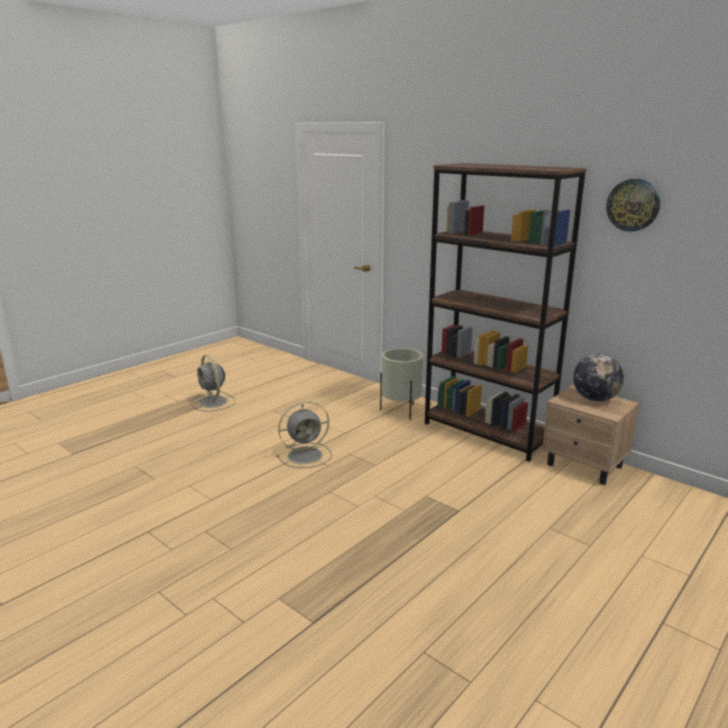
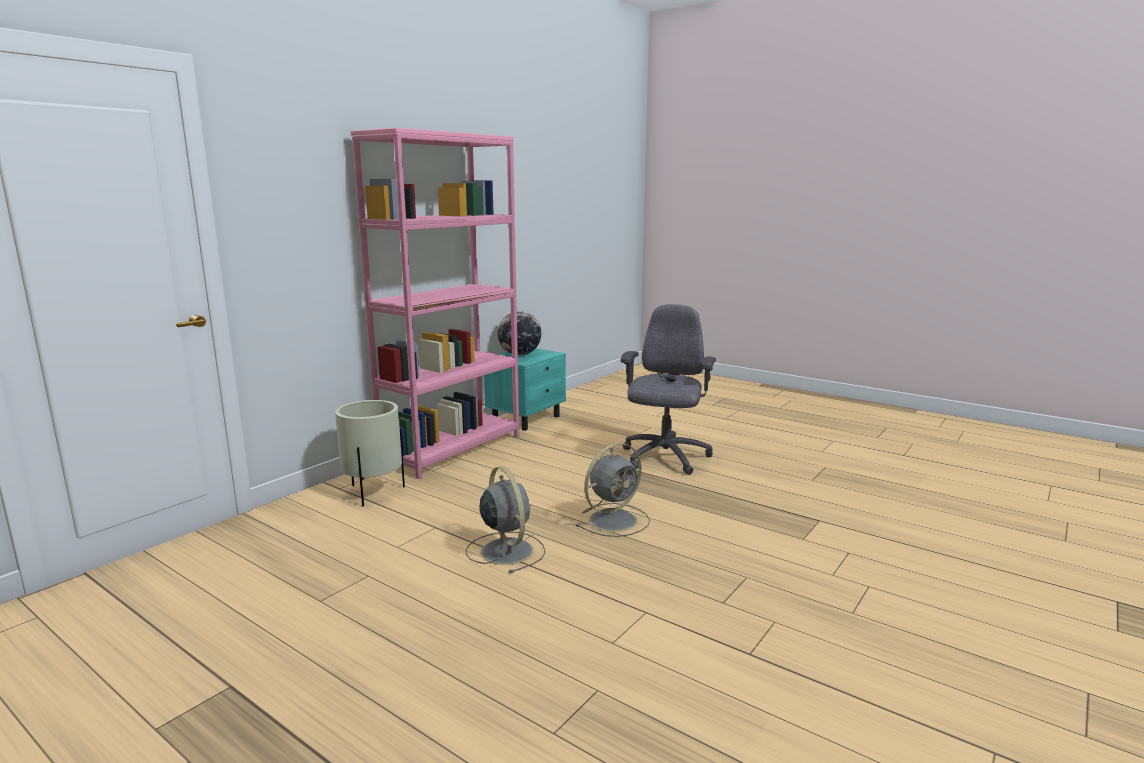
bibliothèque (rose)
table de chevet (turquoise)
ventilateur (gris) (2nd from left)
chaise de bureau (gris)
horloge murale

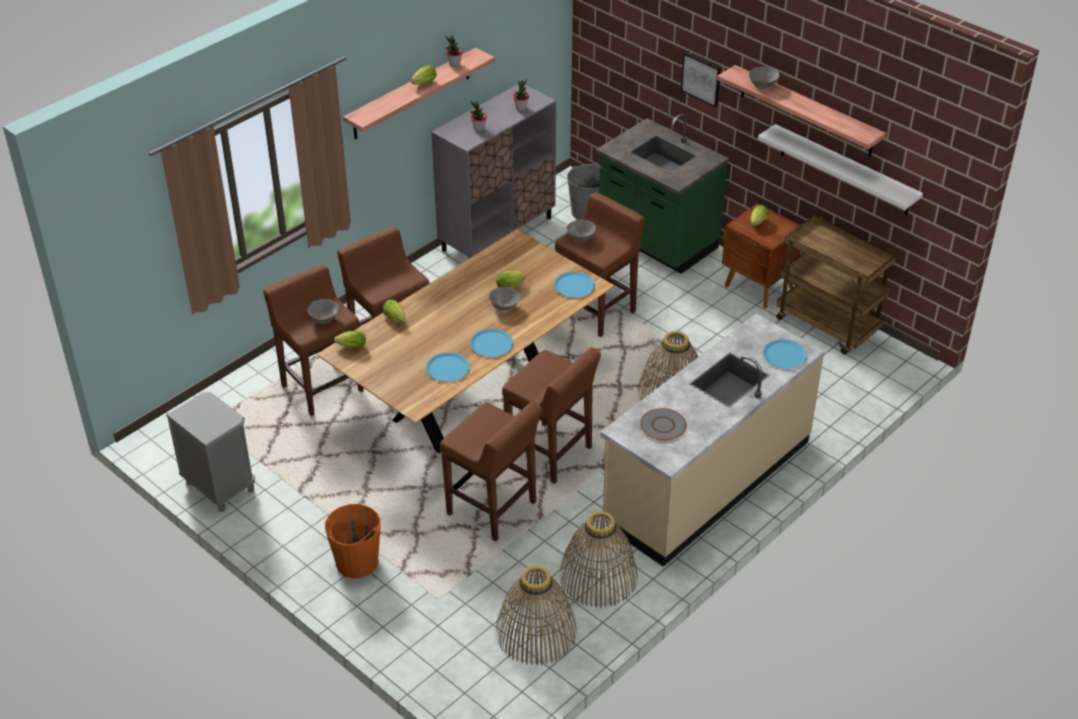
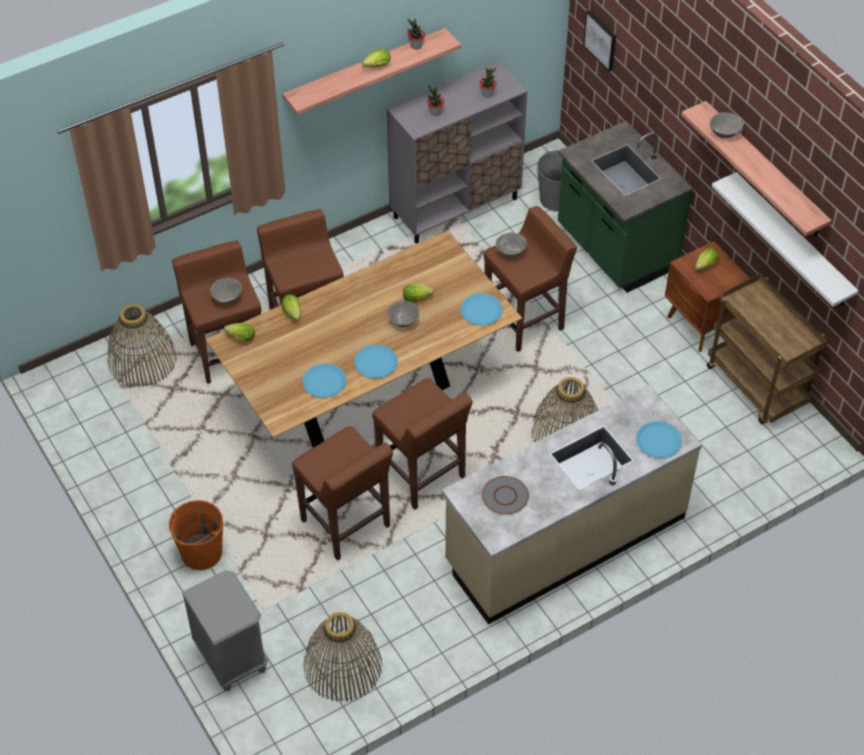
panier (1st from left)
table de chevet (gris)
tableau

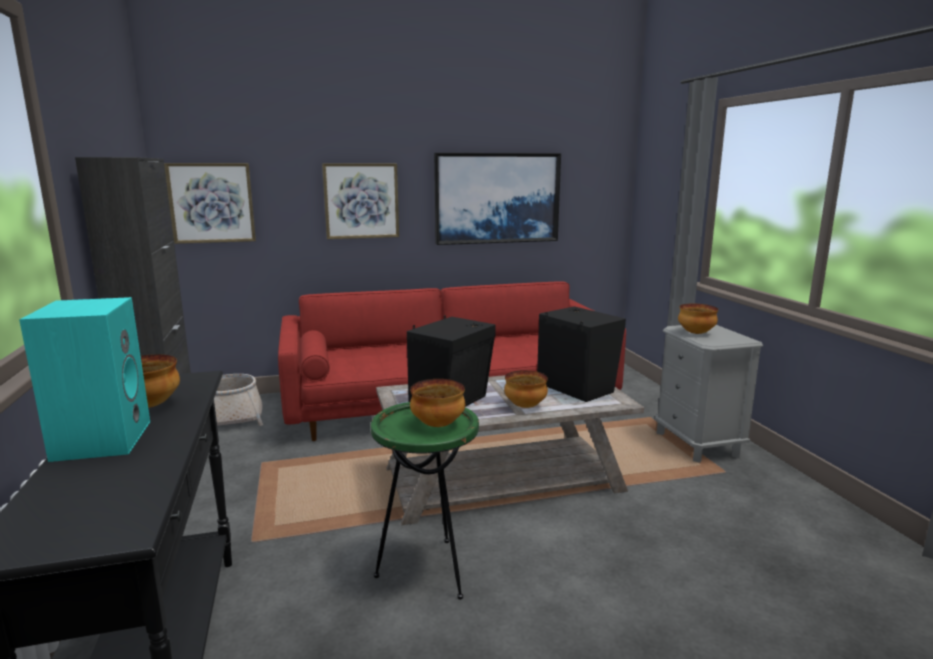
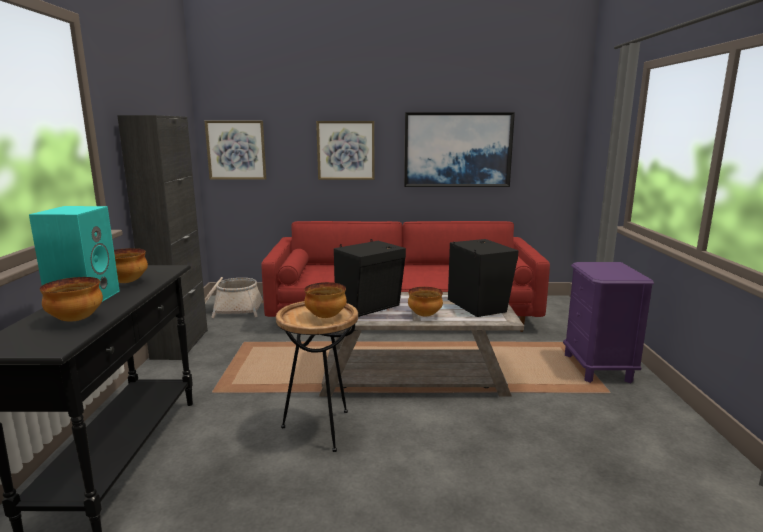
bol (1st from left)
table d'appoint (marron)
table de chevet (violet)

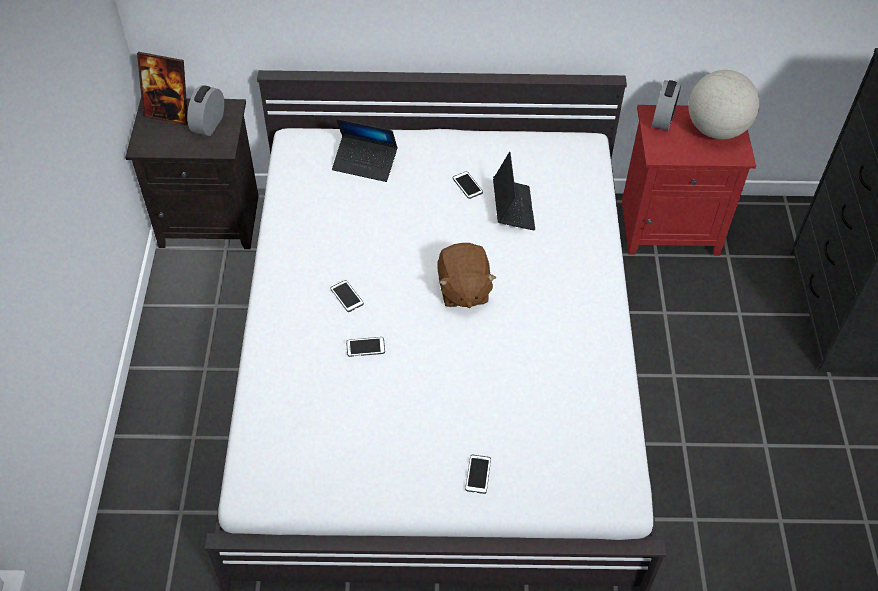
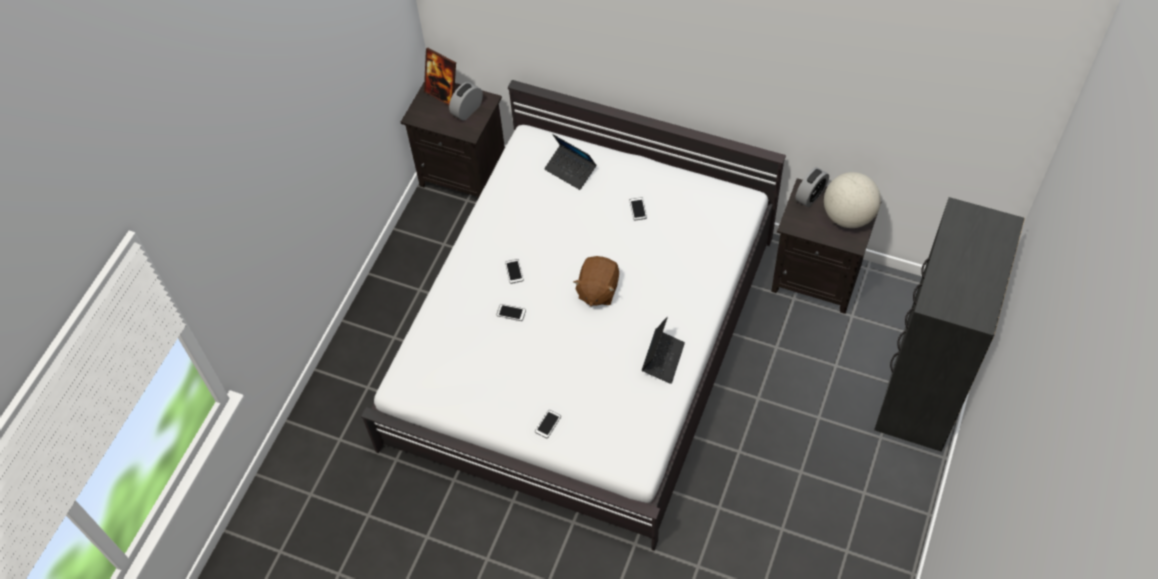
ordinateur portable (2nd from left)
table de chevet (noir) (2nd from left)

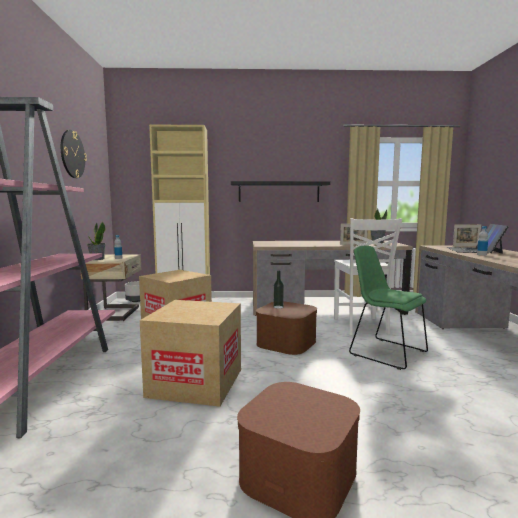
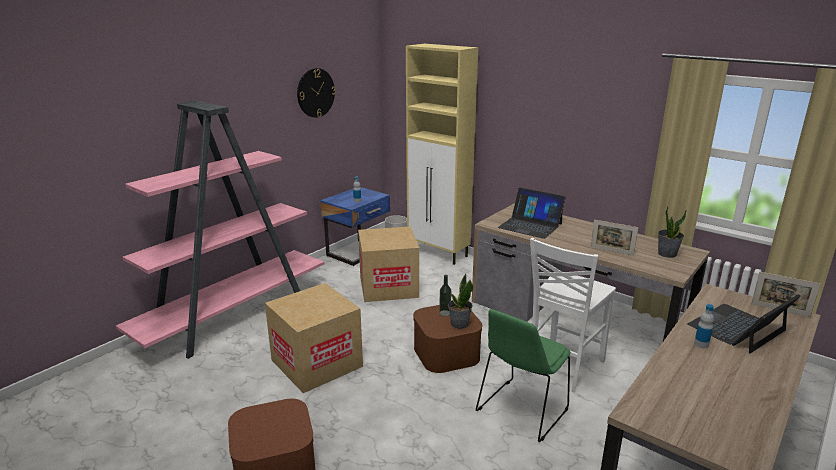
table de chevet (bleu)
plante en pot (1st from left)
chaise (vert)
ordinateur portable (1st from left)
étagère (noir)

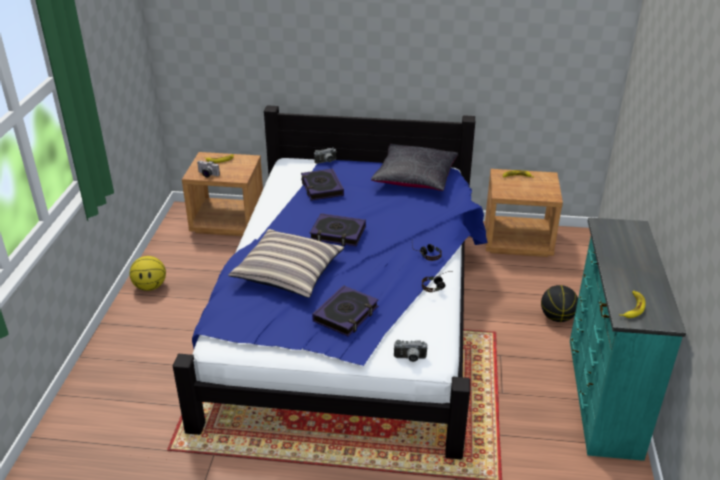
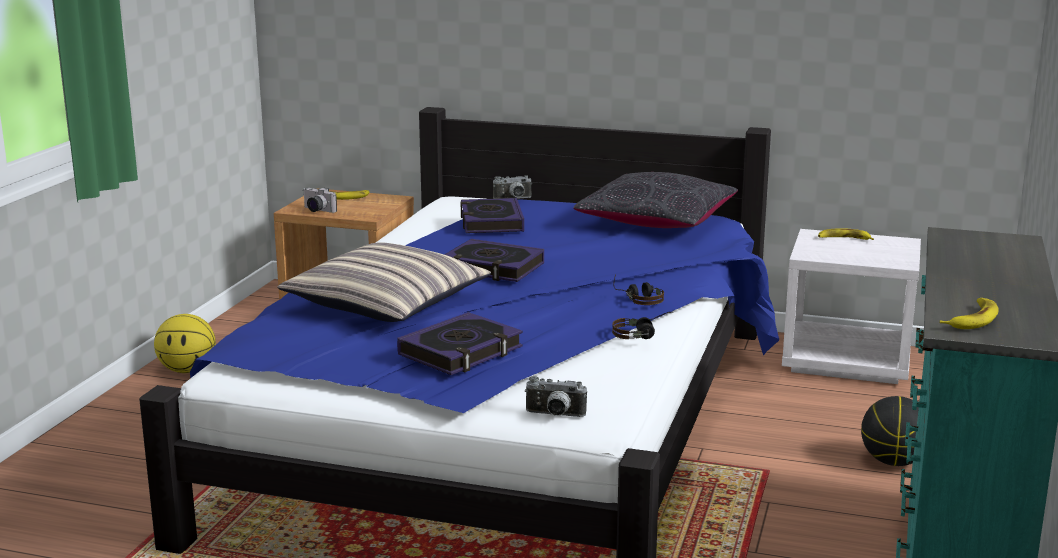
table de chevet (blanc)

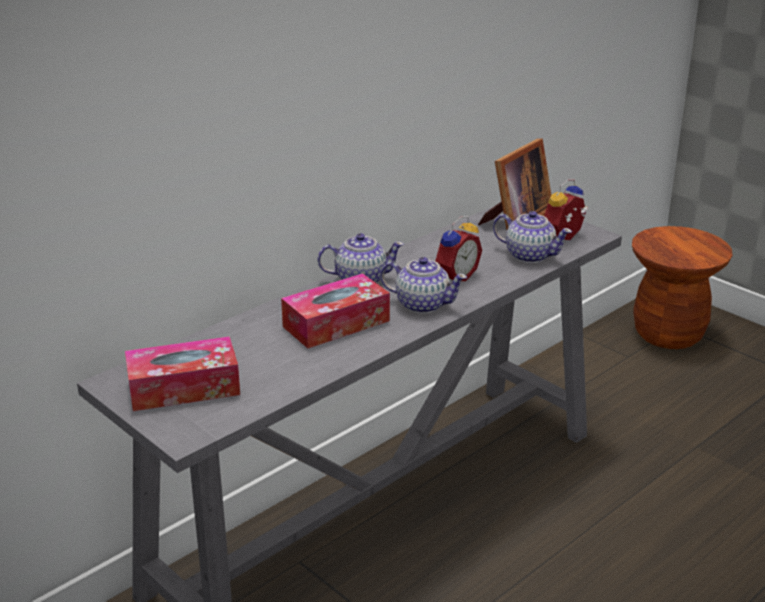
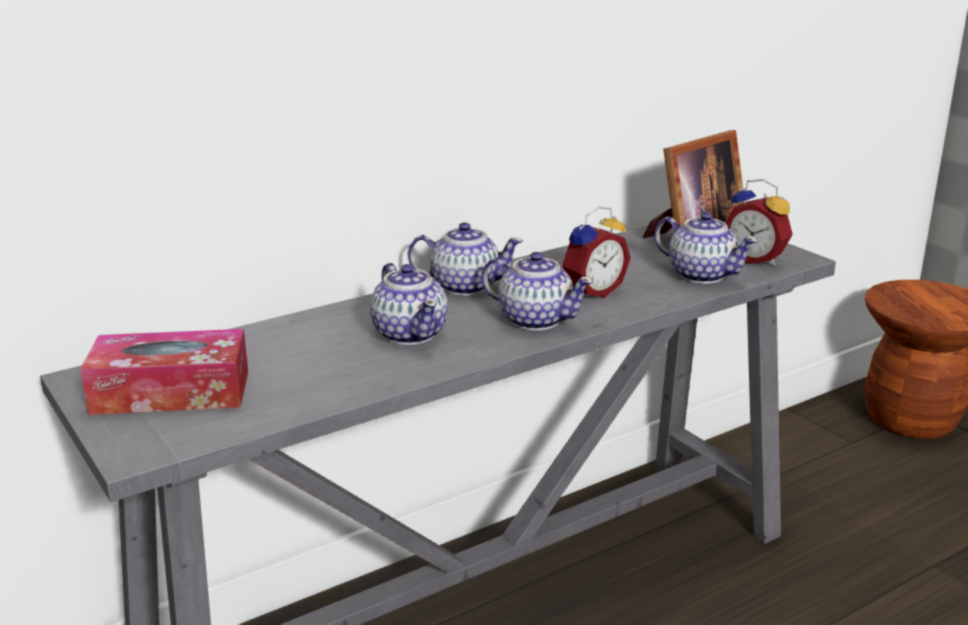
théière (1st from left)
réveil (2nd from left)

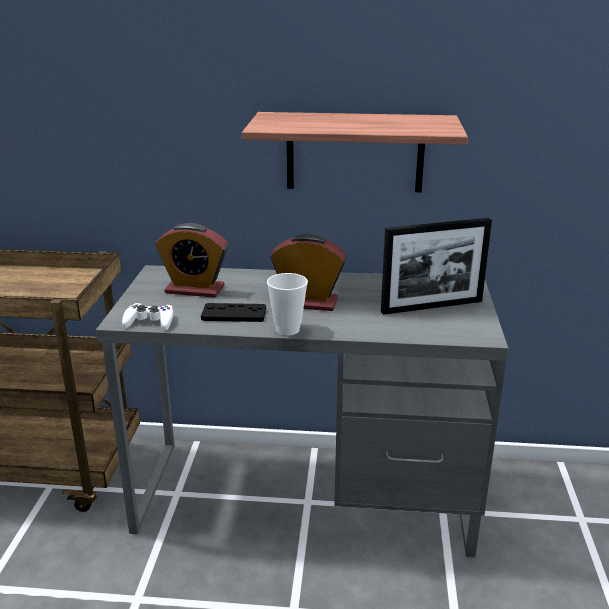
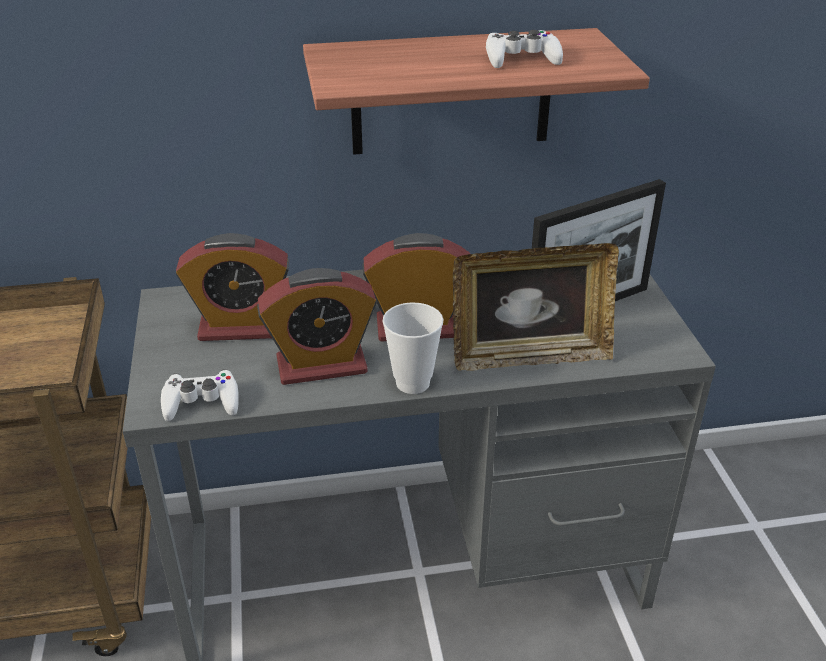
réveil (2nd from left)
cadre photo (1st from left)
manette (blanc) (2nd from left)

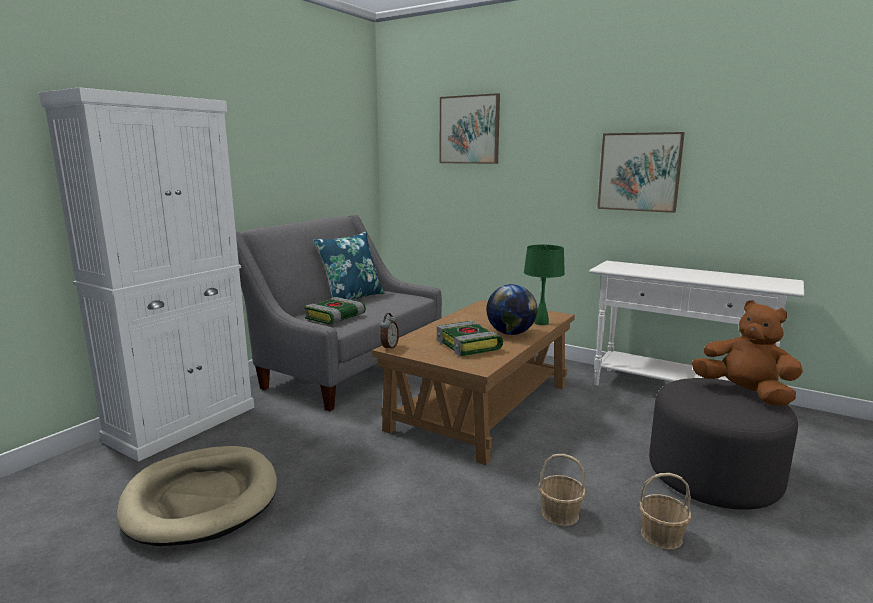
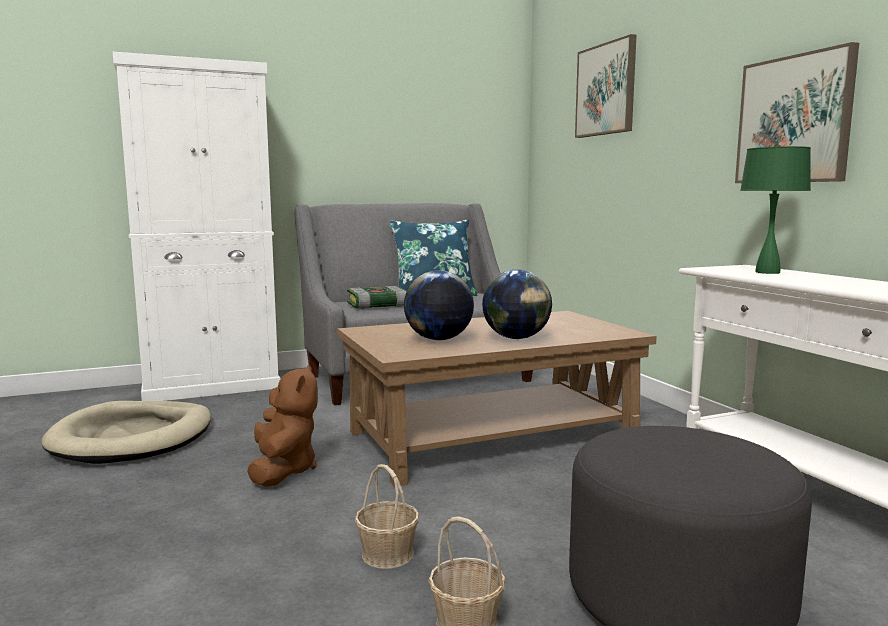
peluche (marron)
globe (1st from left)
lampe de table (vert)
réveil

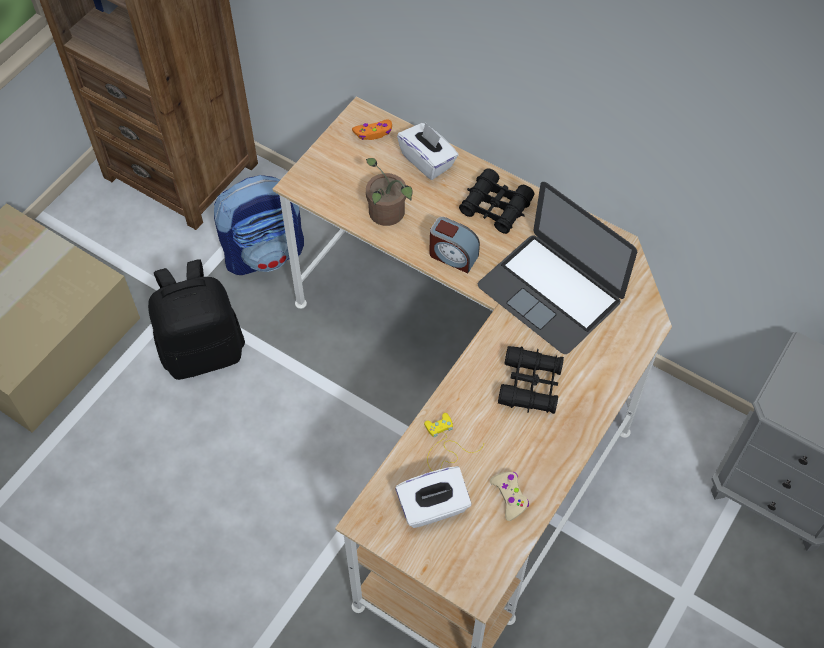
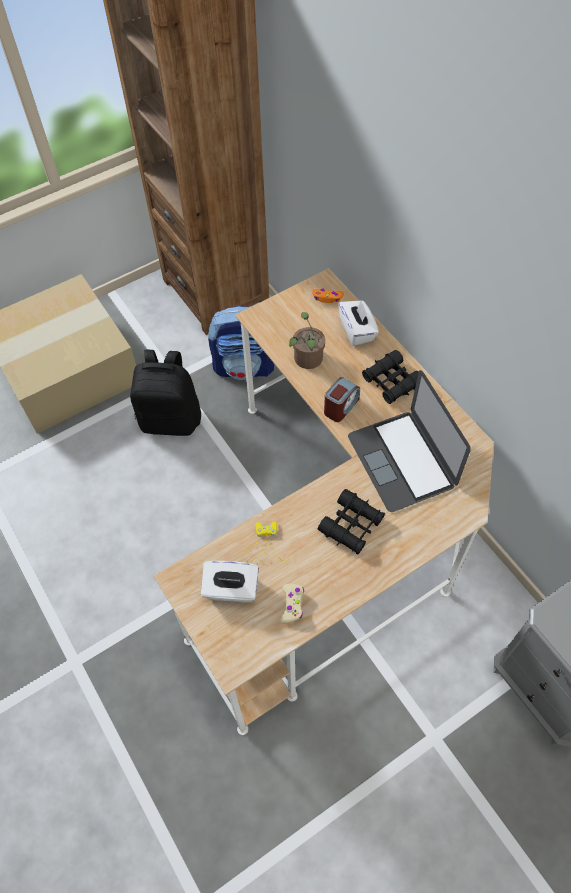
réveil

